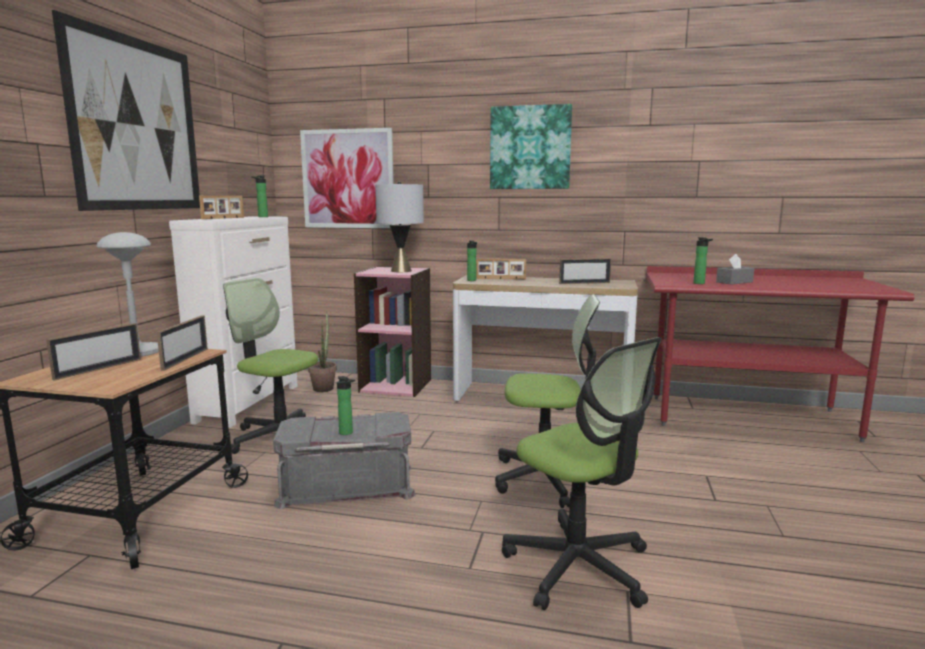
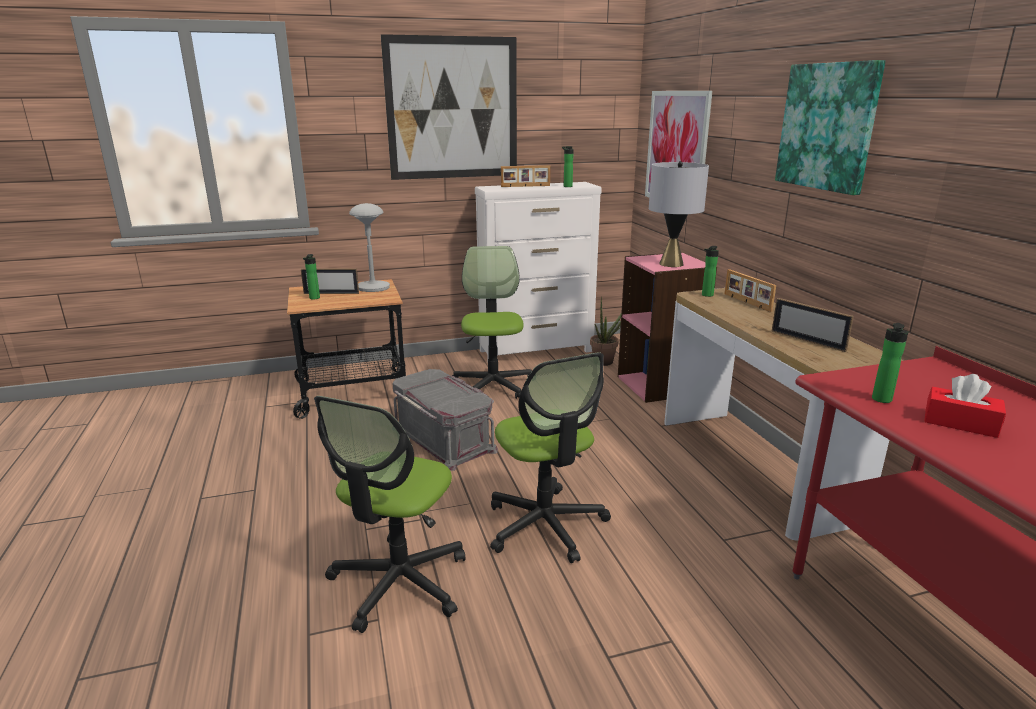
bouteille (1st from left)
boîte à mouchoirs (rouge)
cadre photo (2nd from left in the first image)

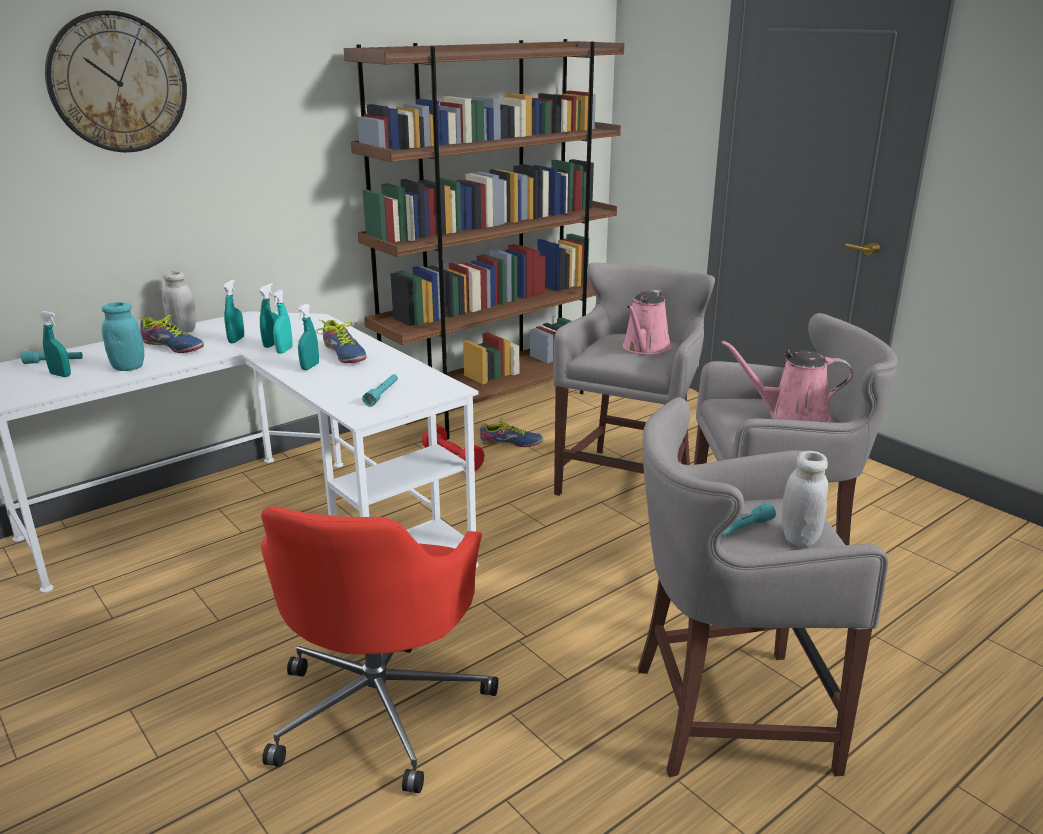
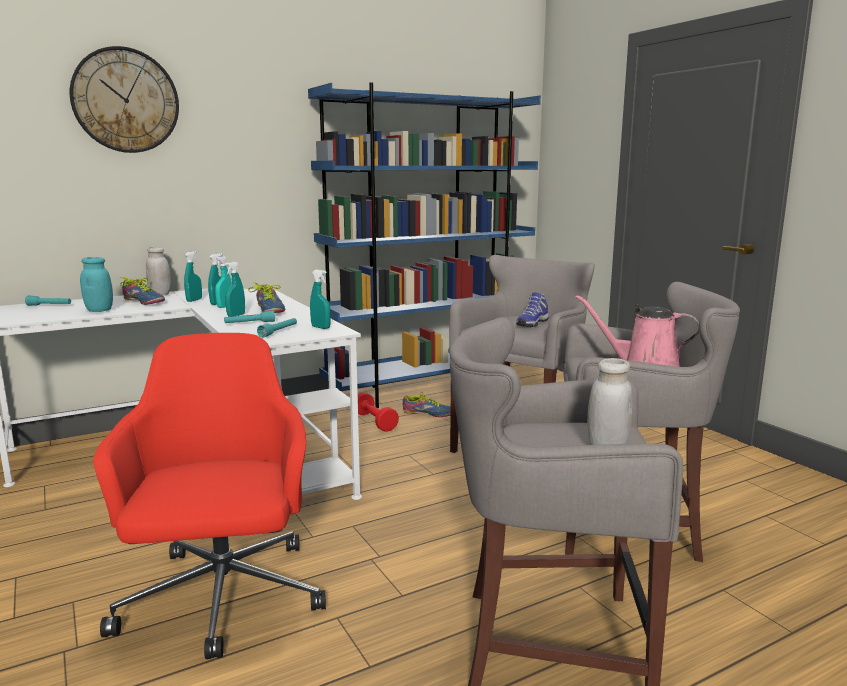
chaise de bureau (rouge)
lampe de poche (turquoise) (2nd from left)
bibliothèque (bleu)
vaporisateur (turquoise) (5th from left)
chaussure (4th from left)

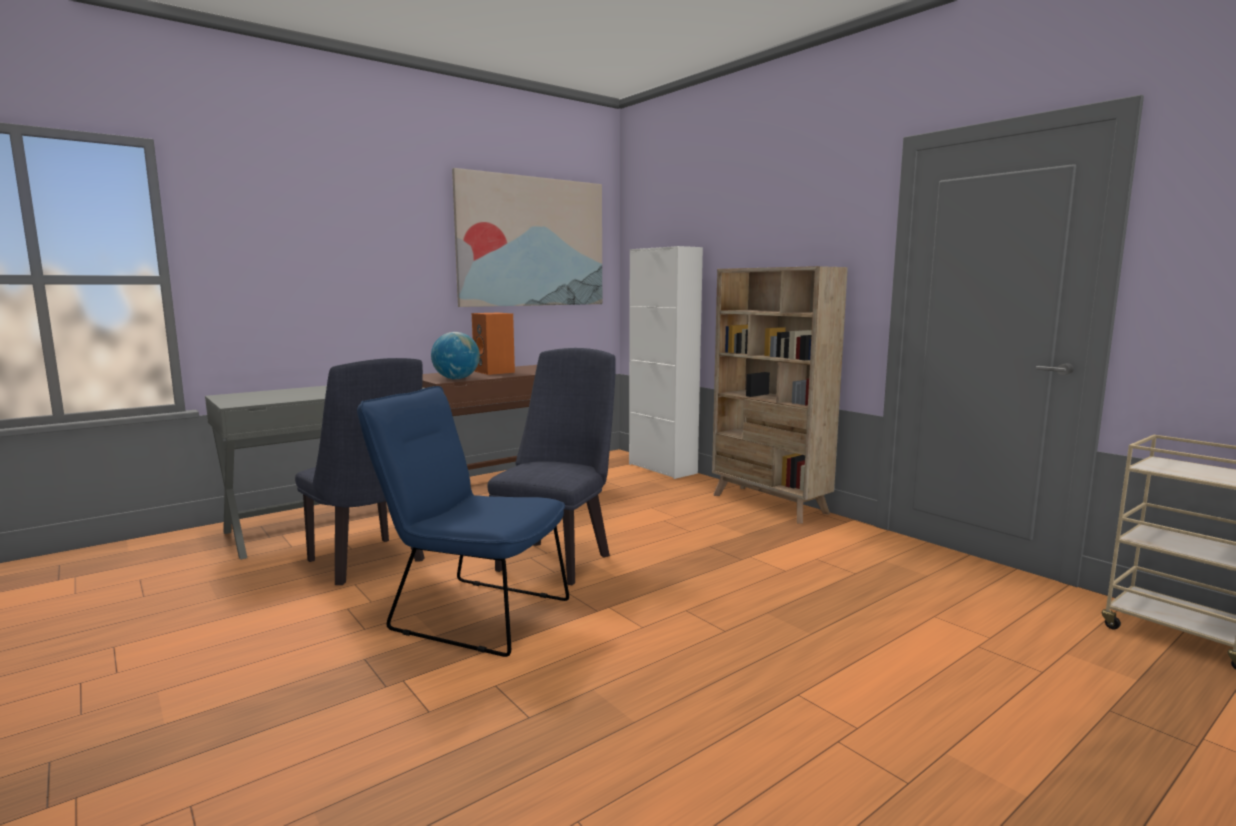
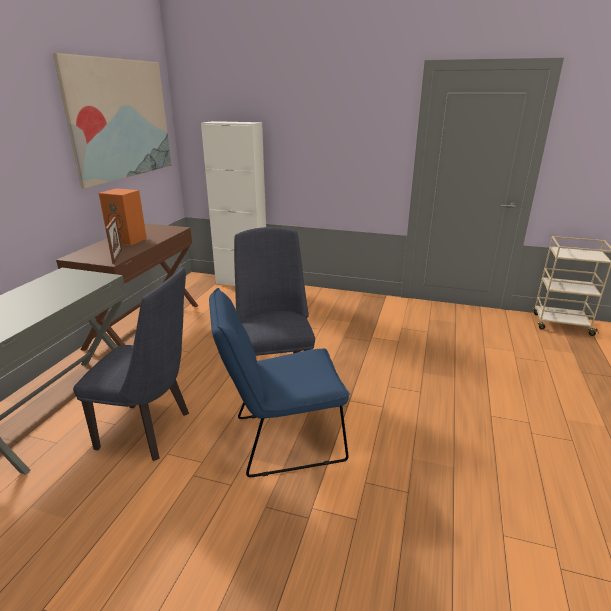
cadre photo
bibliothèque (beige)

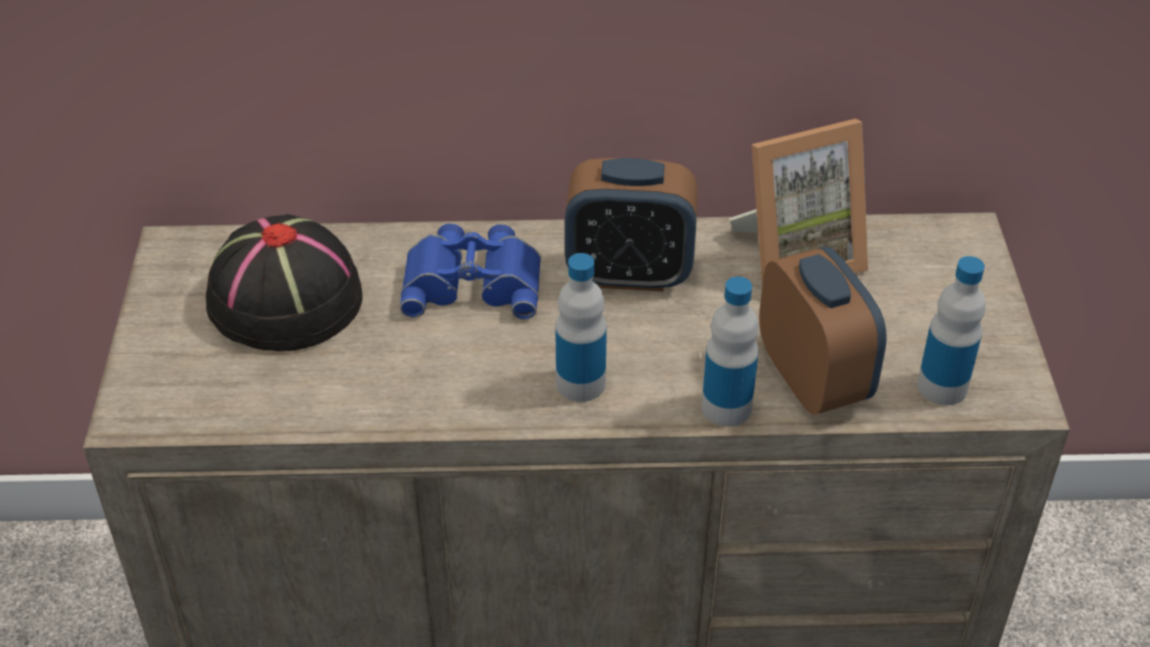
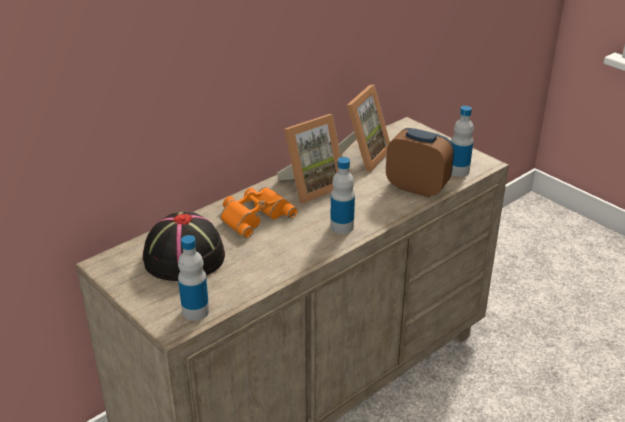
bouteille (1st from left)
jumelles (orange)
cadre photo (1st from left)

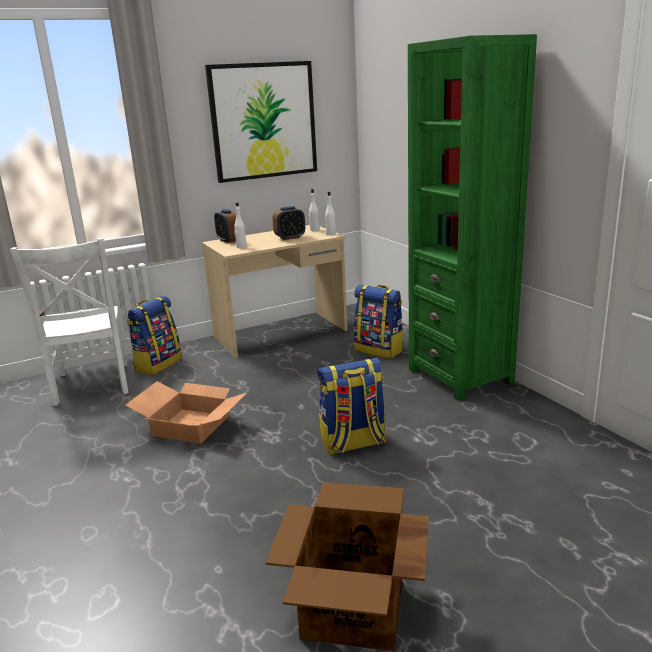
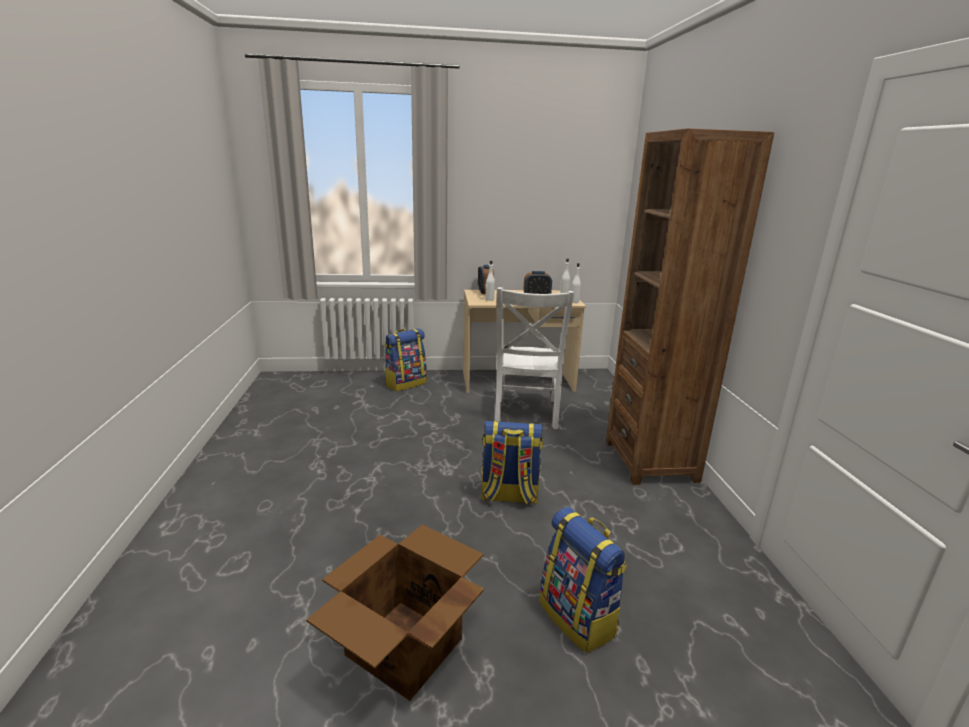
chaise (blanc)
sac à dos (3rd from left)
bibliothèque (marron)
carton (1st from left in the first image)
tableau

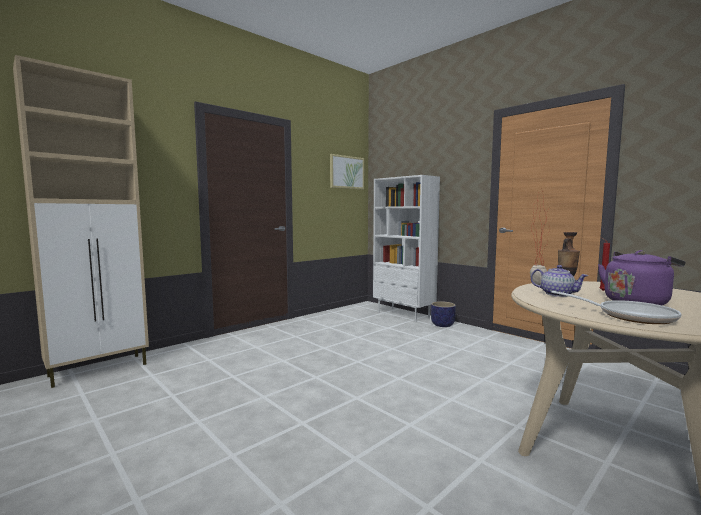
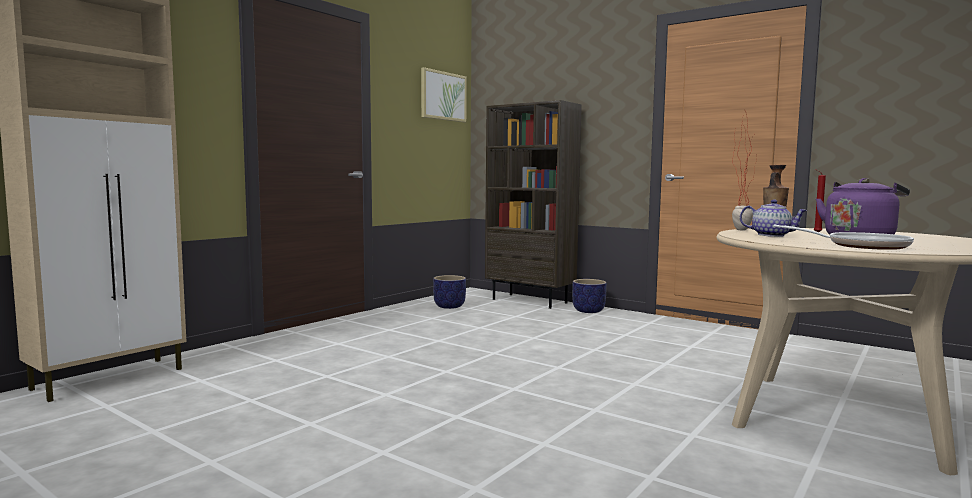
cache-pot (1st from left)
bibliothèque (marron)

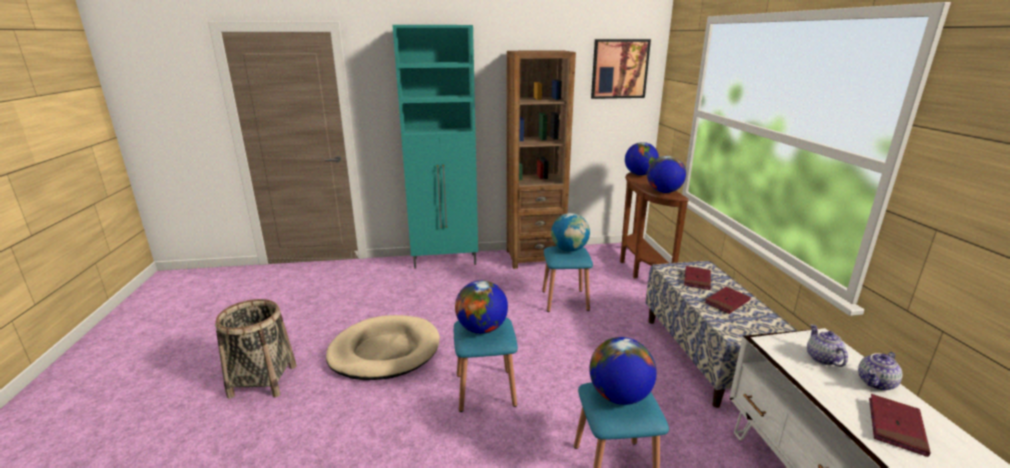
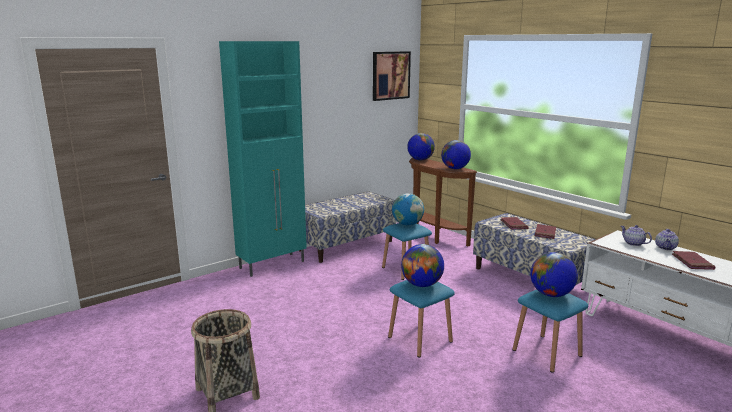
banc (1st from left)
panier pour chien (beige)

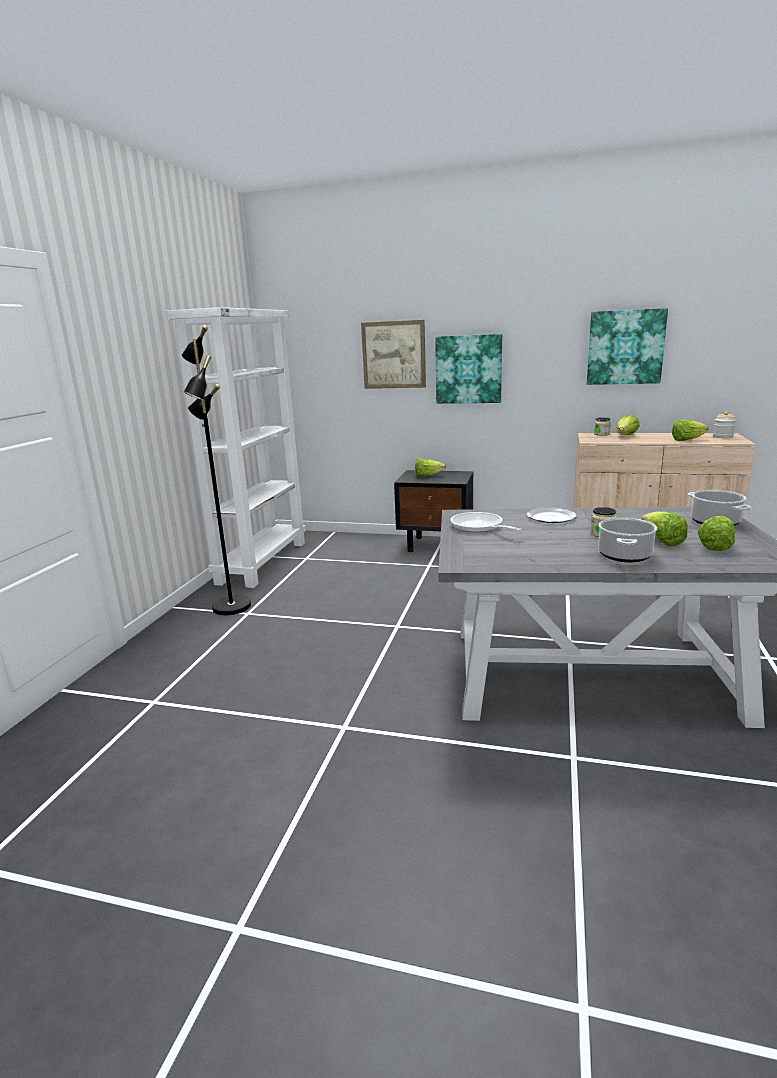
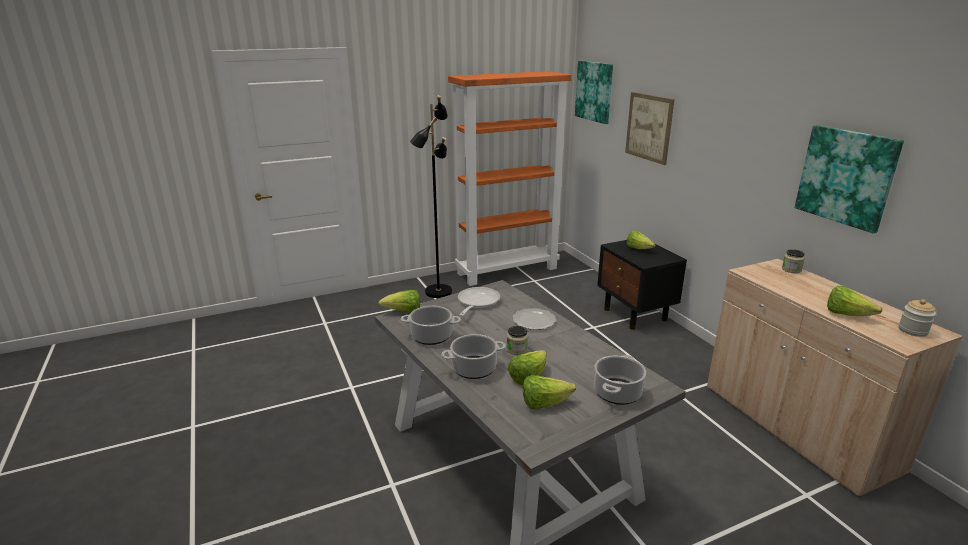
laitue (1st from left)
marmite (1st from left)
bibliothèque (orange)
tableau (1st from left)

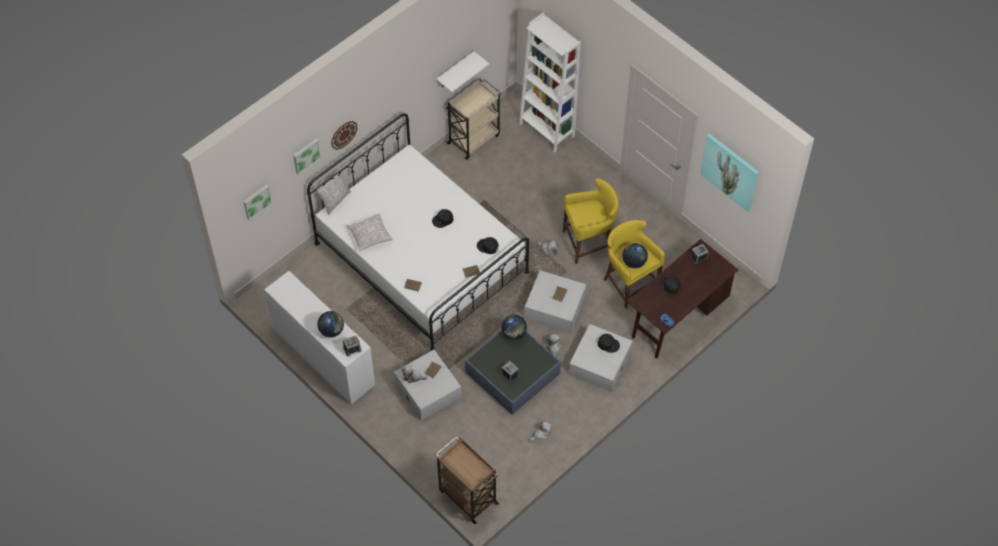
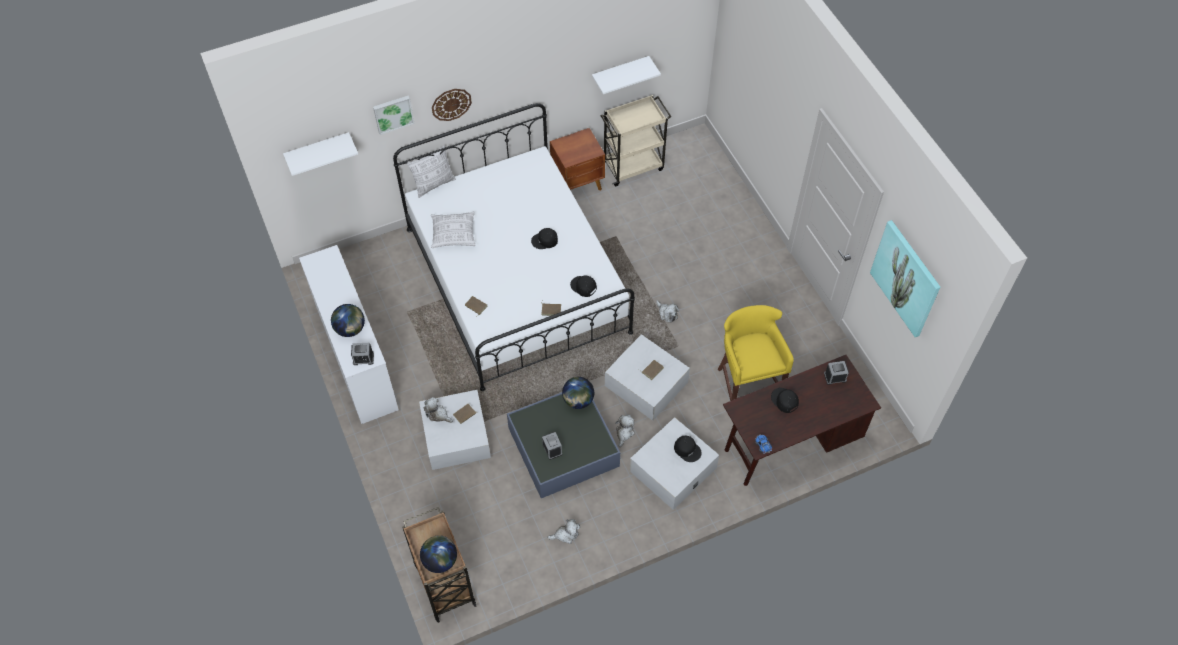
étagère (blanc) (1st from left)
globe (2nd from left)
table de chevet (marron)
bibliothèque (blanc)
tabouret (jaune) (1st from left in the first image)

